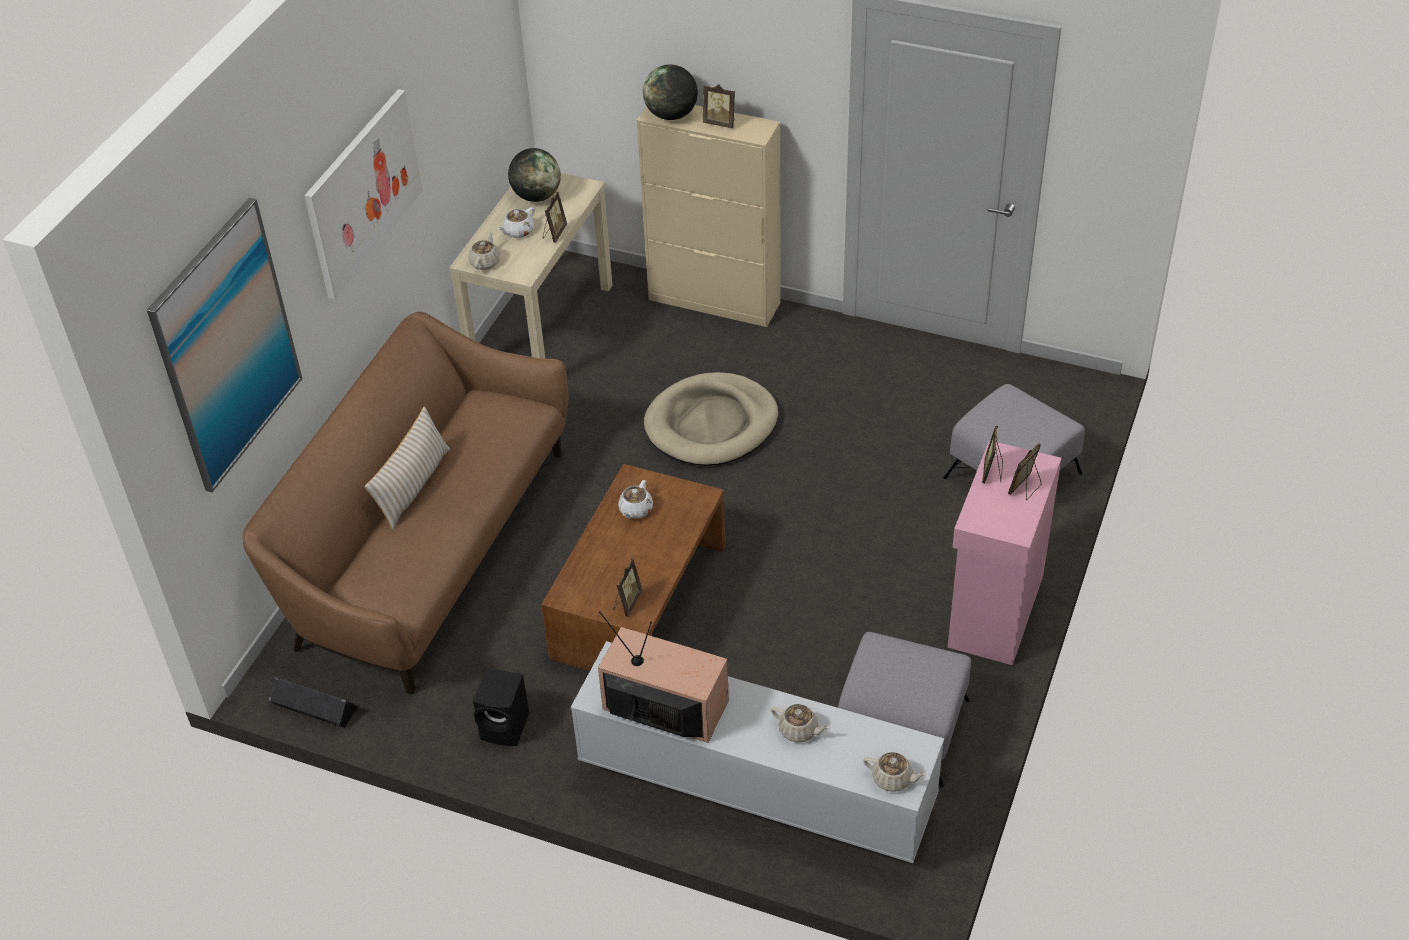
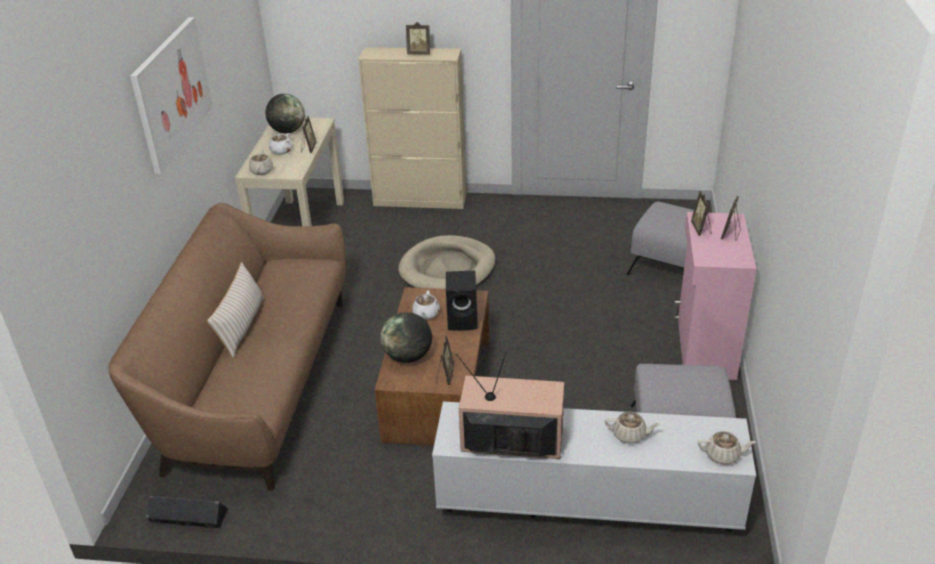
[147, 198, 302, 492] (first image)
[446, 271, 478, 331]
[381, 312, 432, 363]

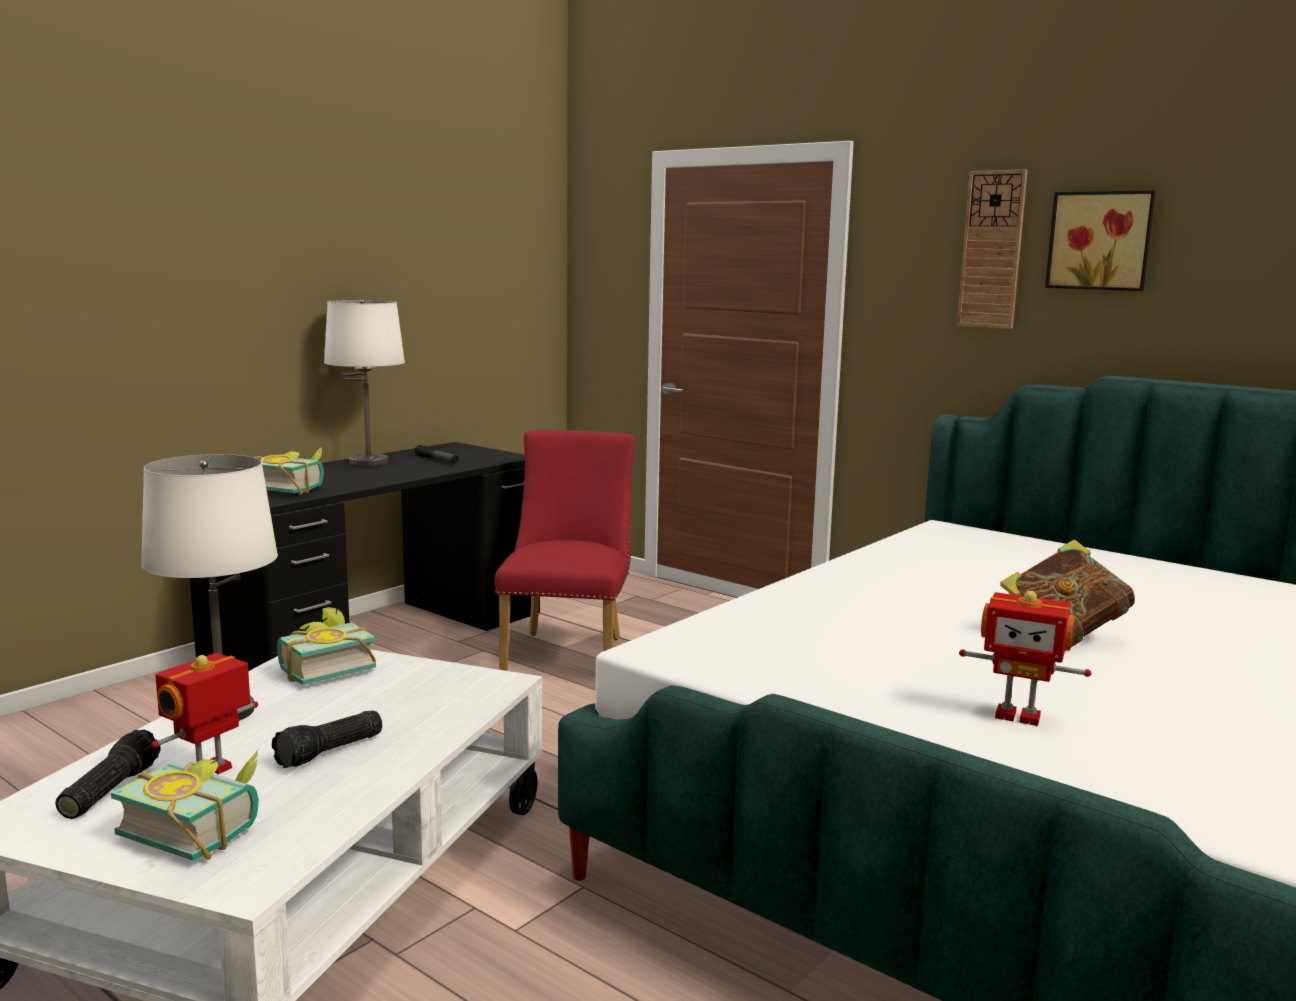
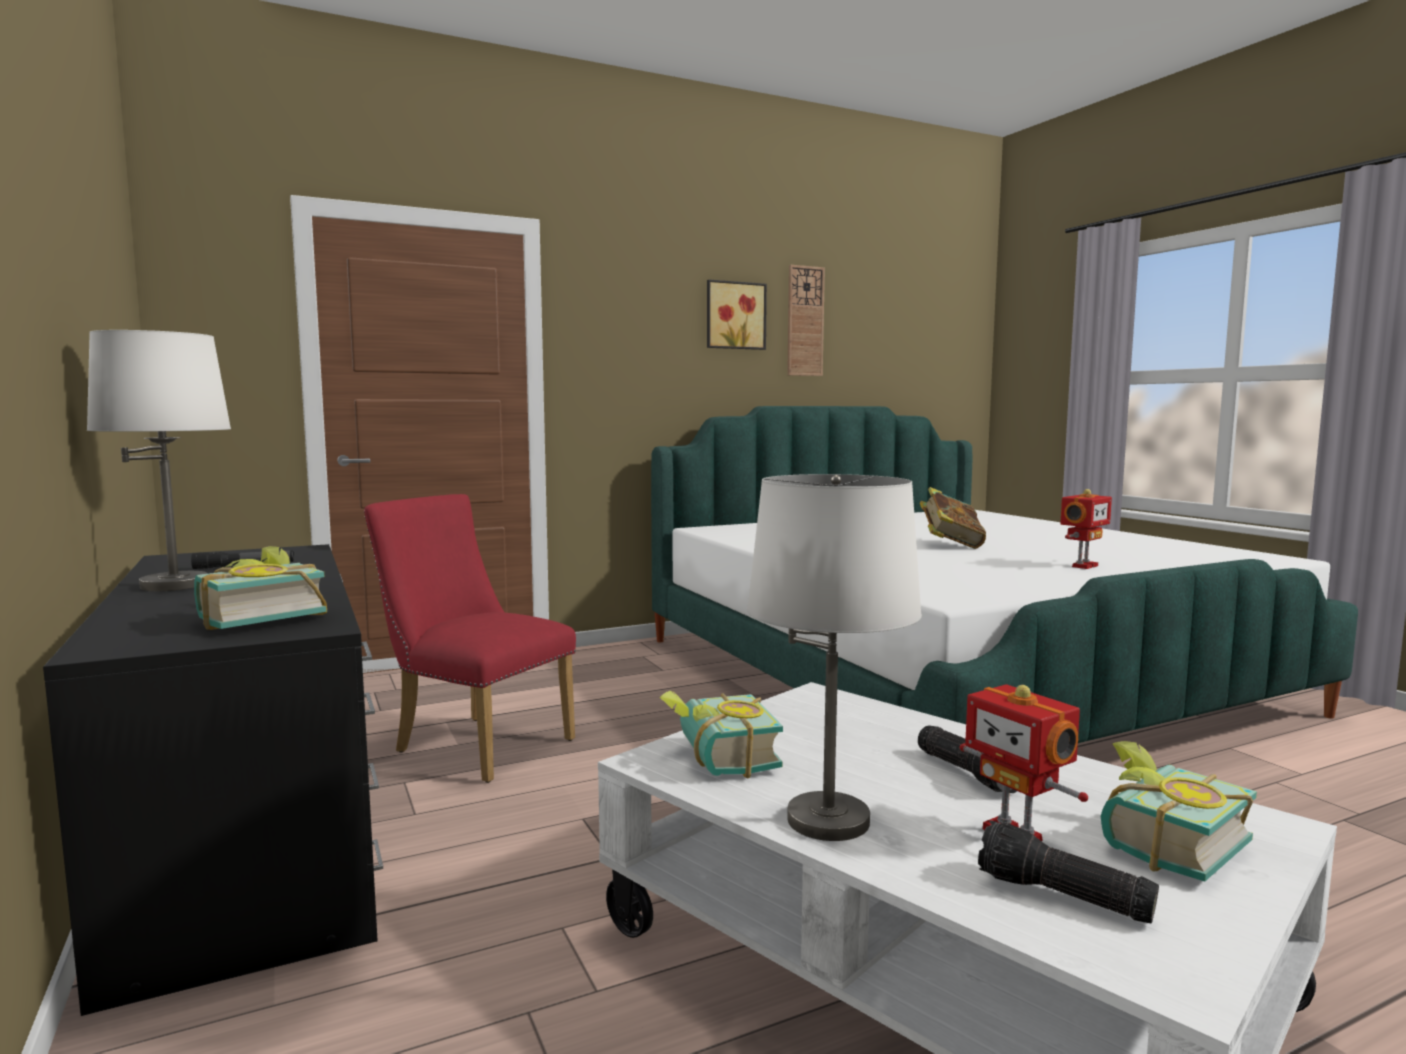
[787, 265, 825, 376]

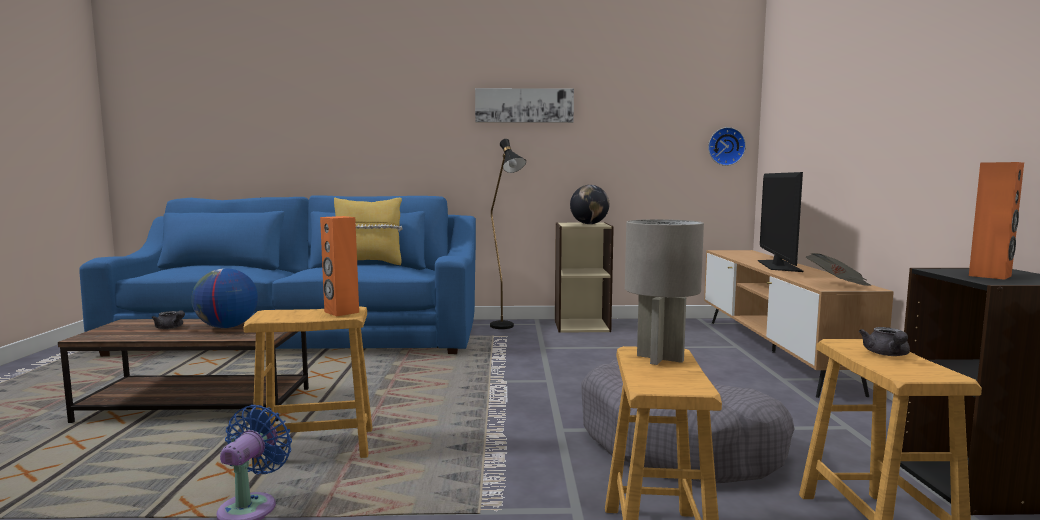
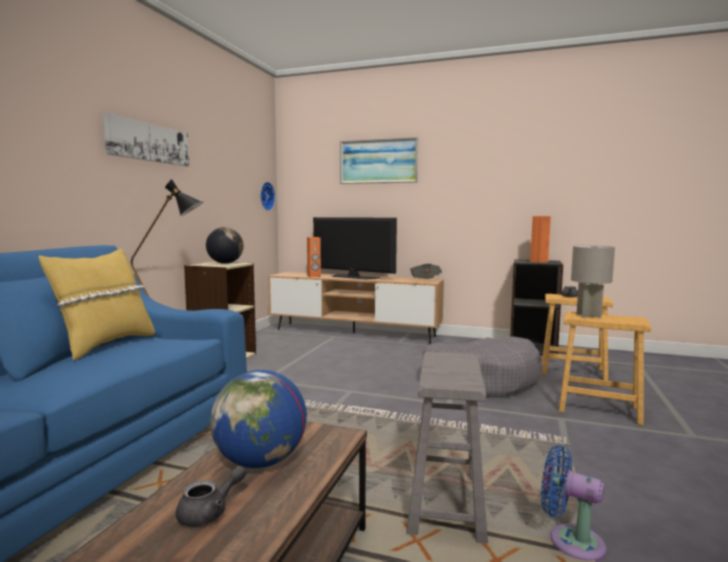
[340, 137, 418, 184]
[307, 237, 321, 277]
[406, 352, 488, 544]

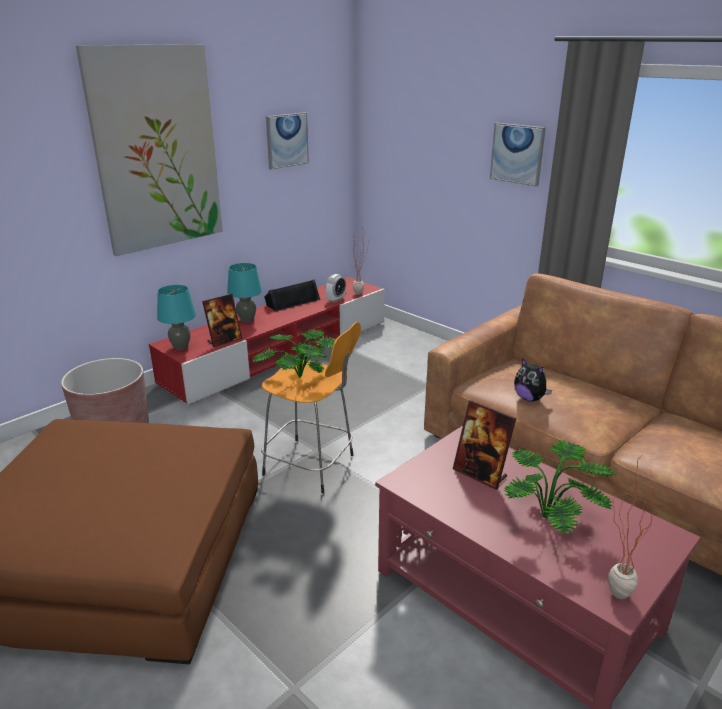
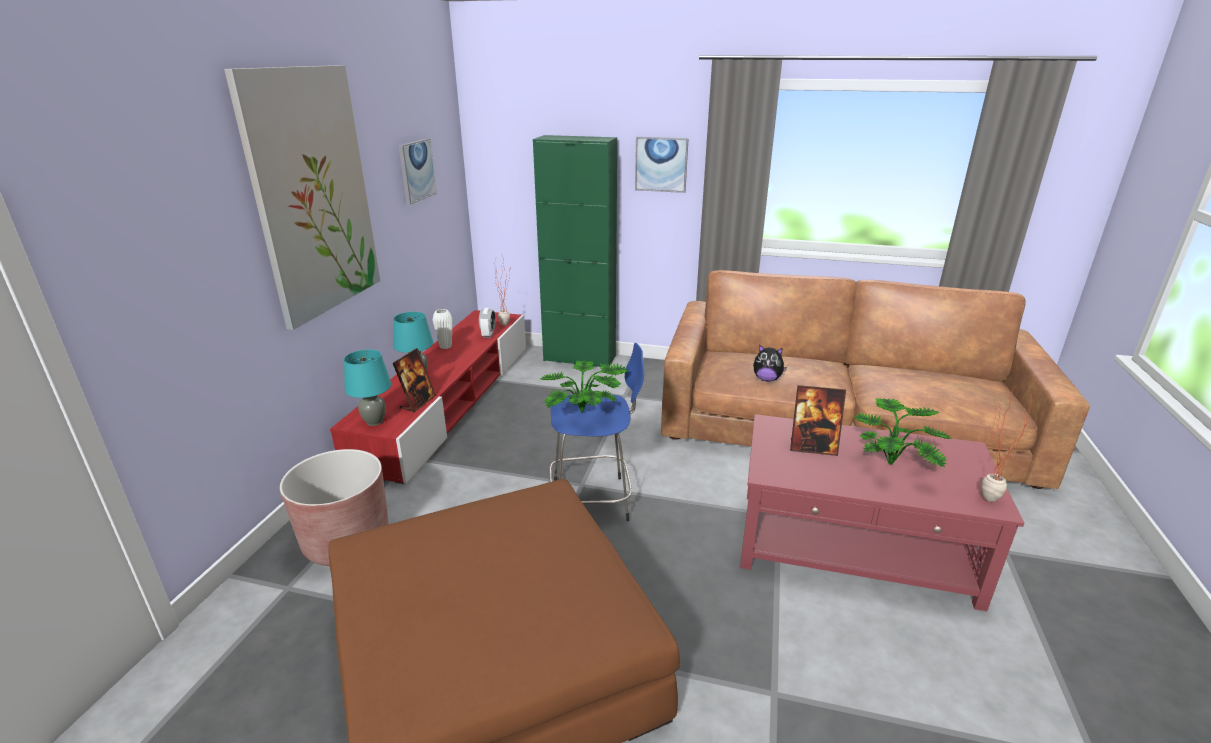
[533, 135, 617, 367]
[433, 309, 453, 349]
[549, 343, 644, 522]

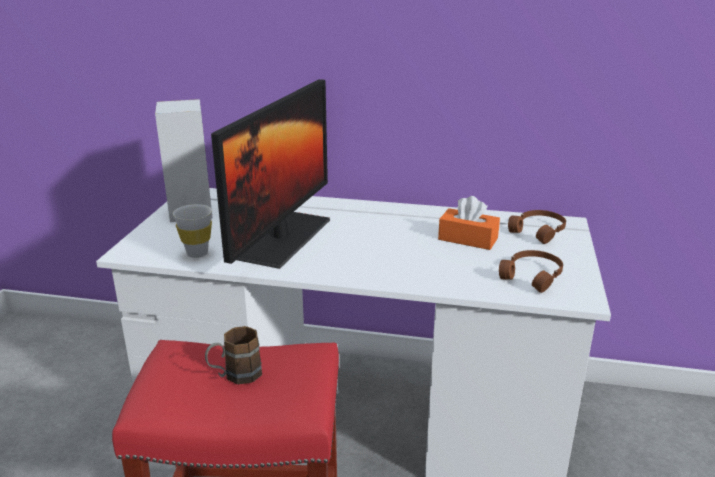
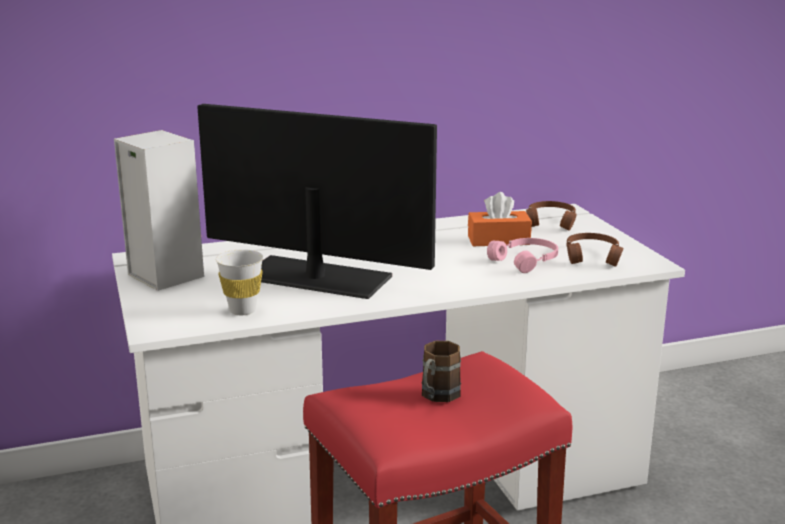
[487, 238, 558, 273]
[197, 104, 437, 299]

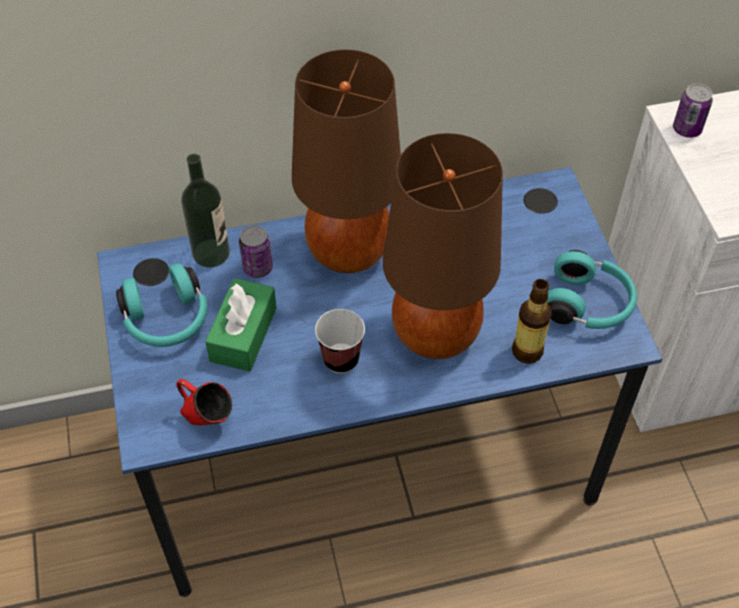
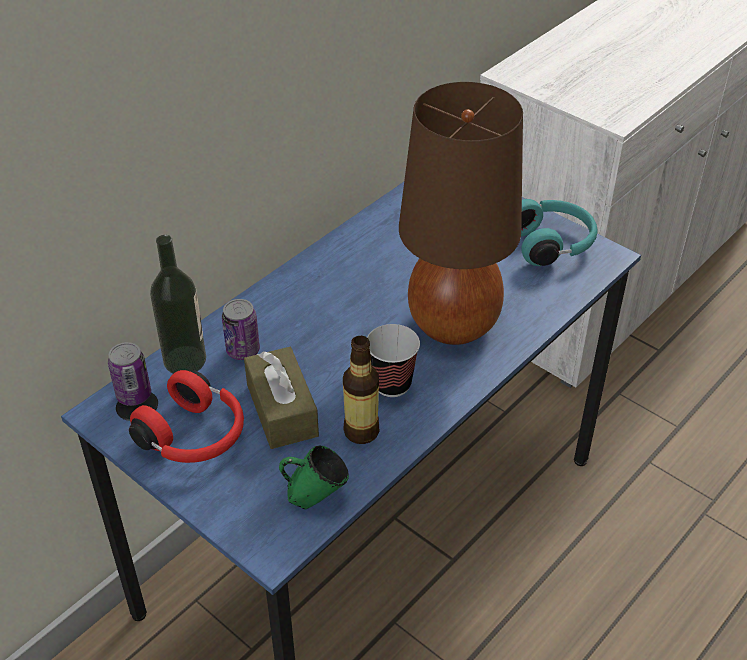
[292, 50, 401, 273] (first image)
[343, 336, 380, 444]
[108, 342, 151, 406]
[129, 370, 244, 463]
[279, 446, 349, 510]
[244, 347, 319, 449]

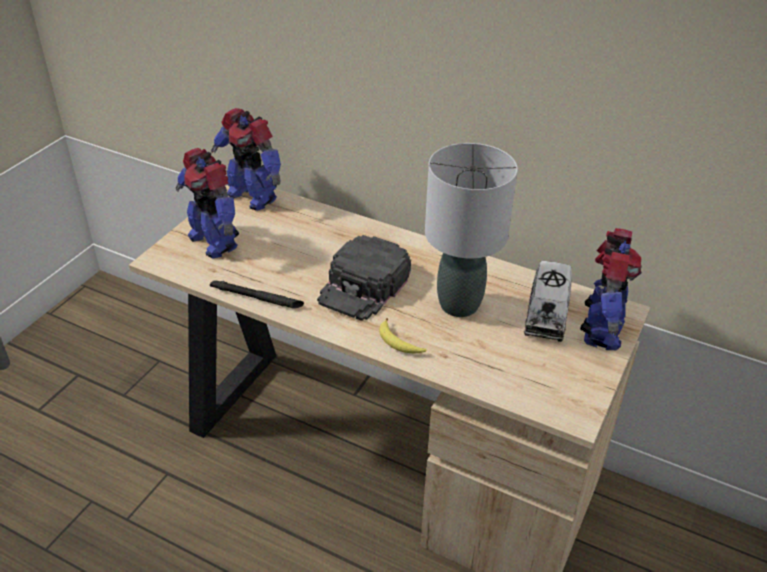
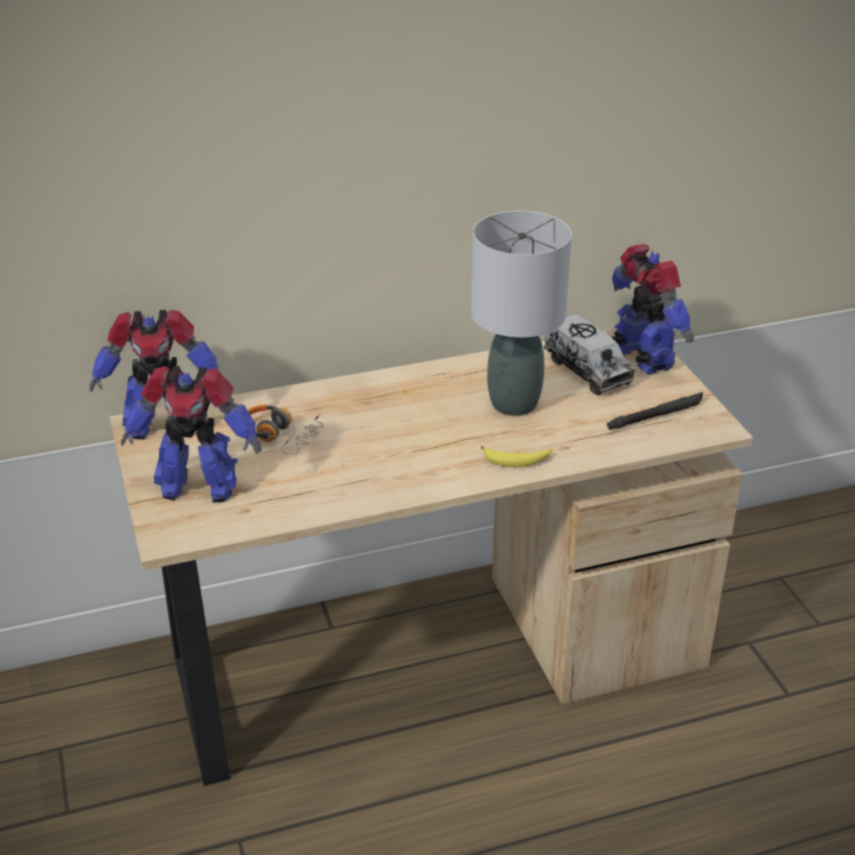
[317, 235, 411, 321] (first image)
[247, 404, 324, 455]
[607, 392, 703, 430]

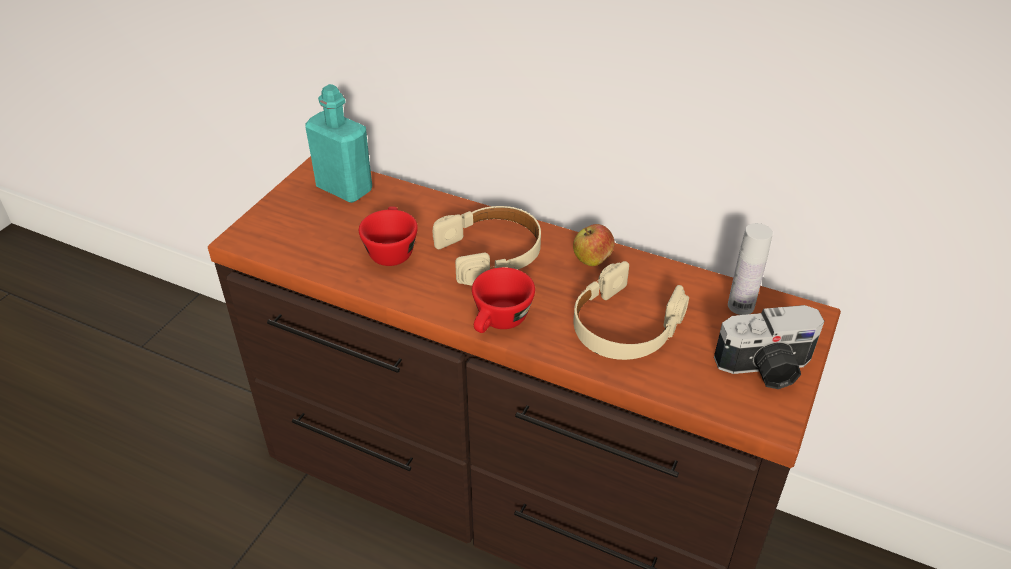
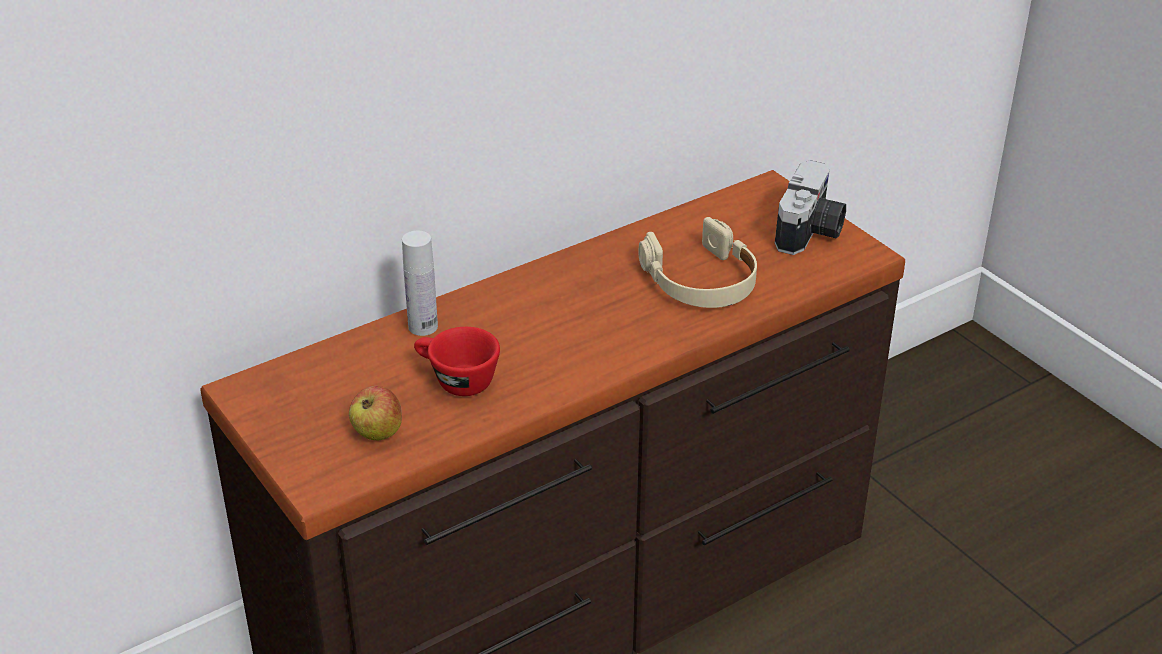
[305, 84, 372, 203] (first image)
[433, 206, 541, 286] (first image)
[472, 267, 535, 333] (first image)
[349, 386, 402, 441]
[402, 231, 438, 336]

